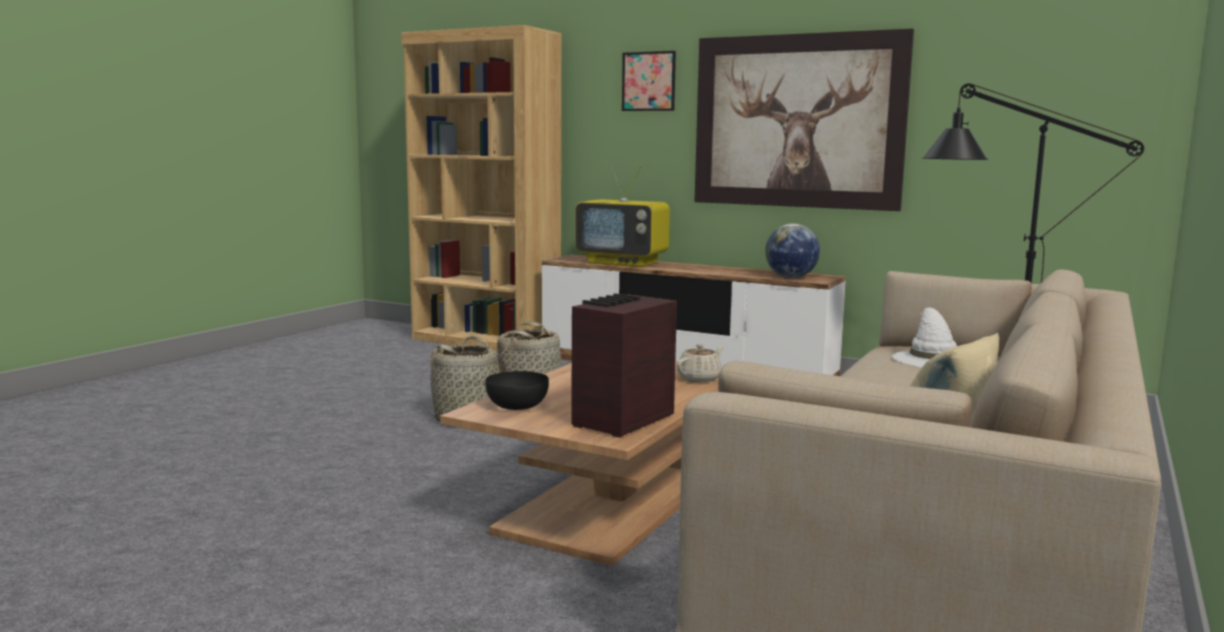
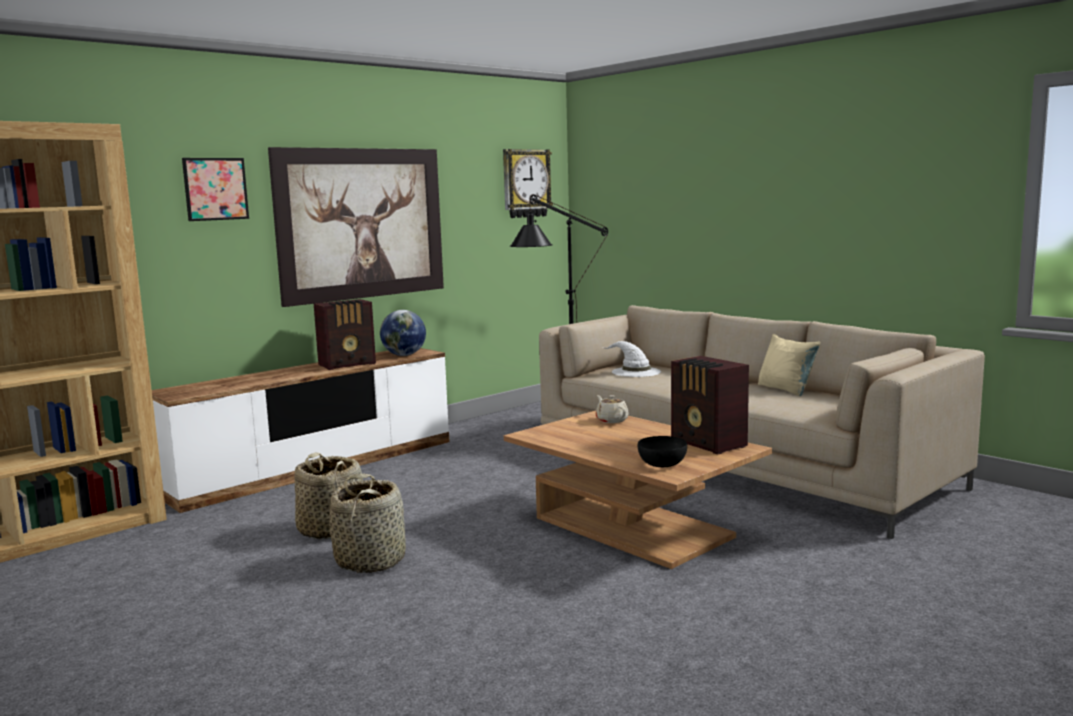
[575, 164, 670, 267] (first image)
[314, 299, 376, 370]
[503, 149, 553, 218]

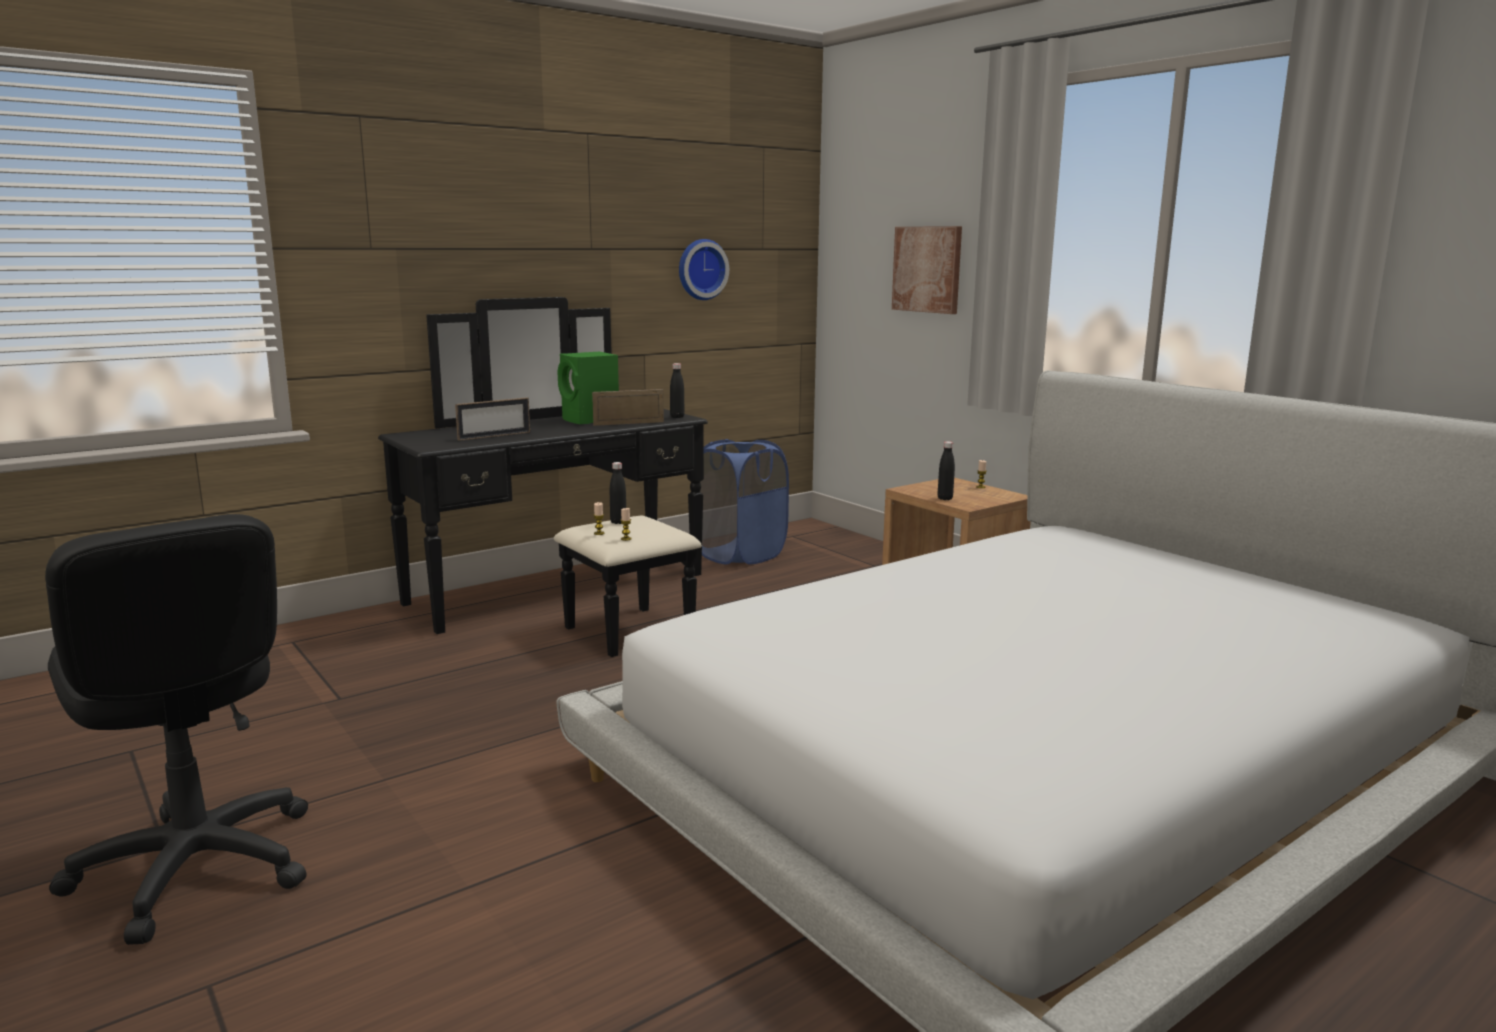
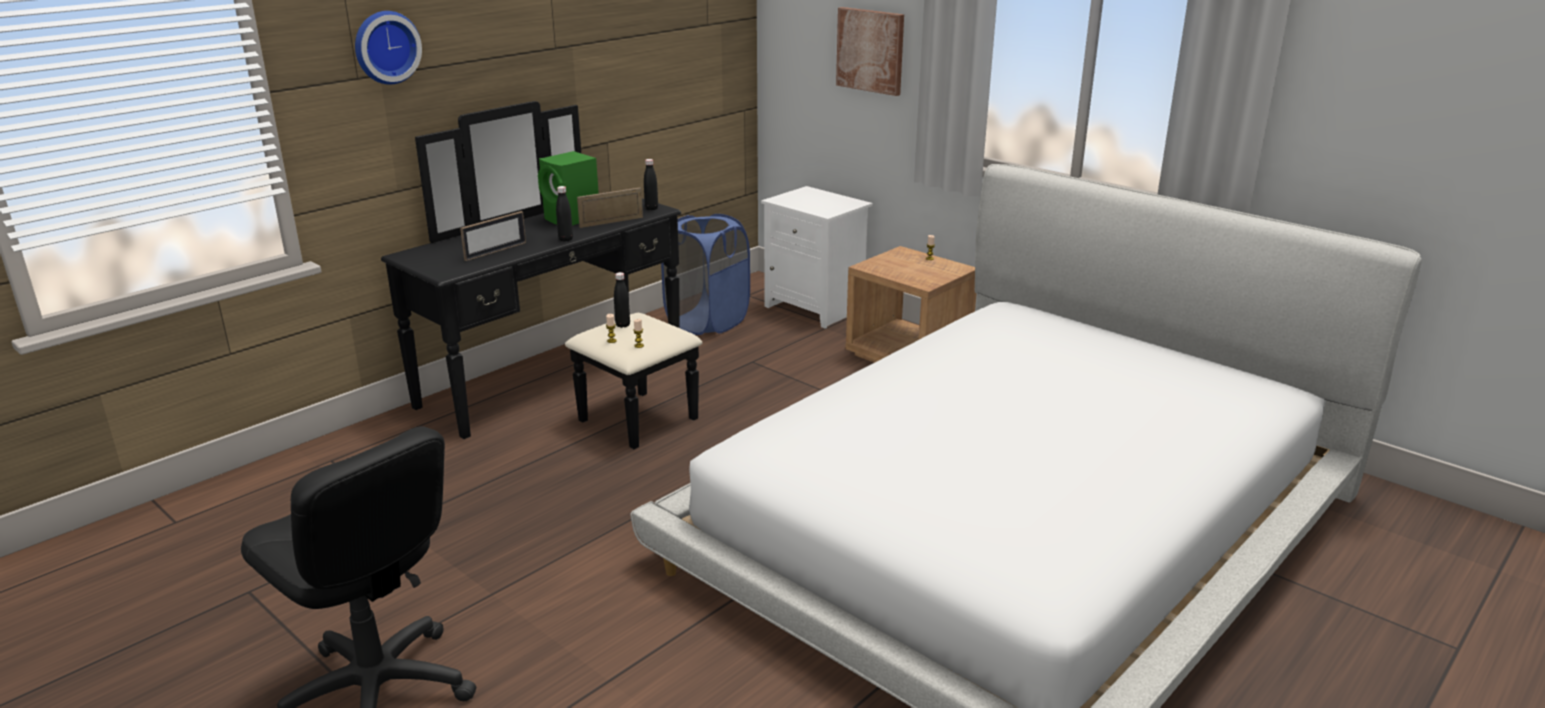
[761, 186, 873, 329]
[355, 11, 422, 84]
[556, 186, 573, 242]

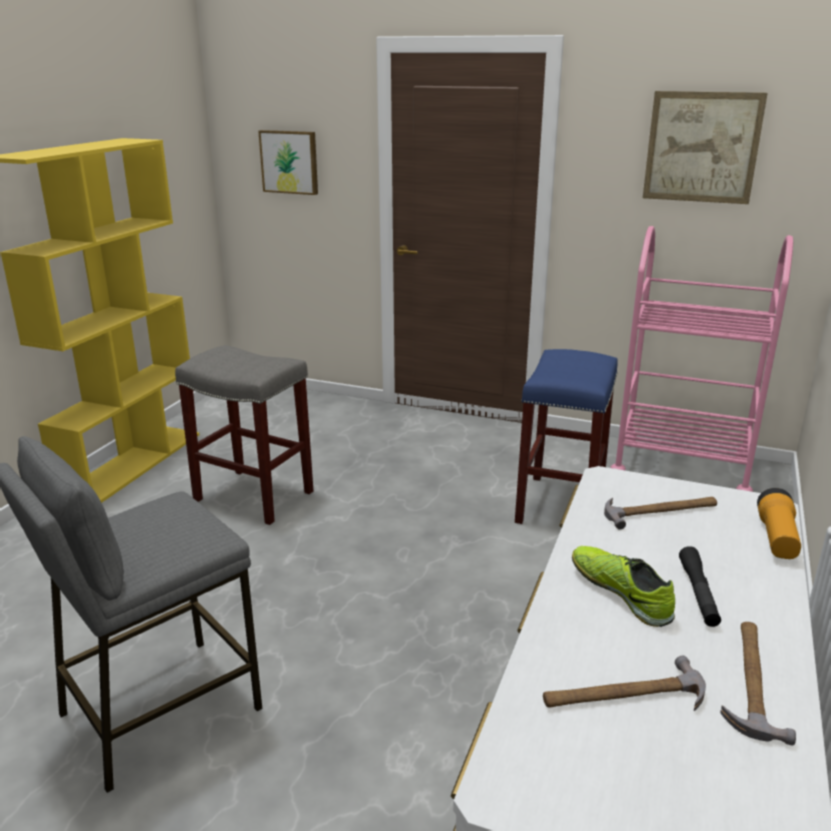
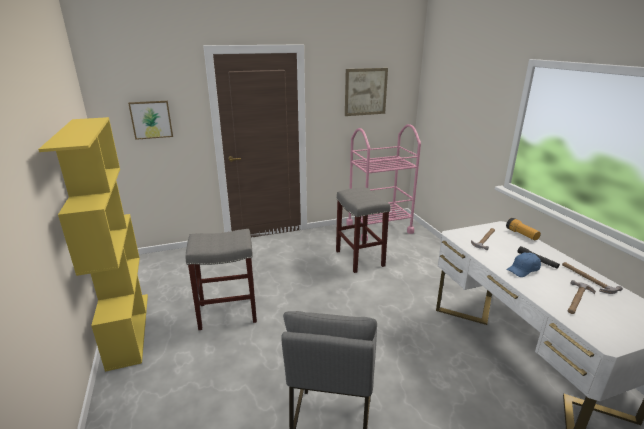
[506, 252, 541, 277]
[336, 188, 390, 273]

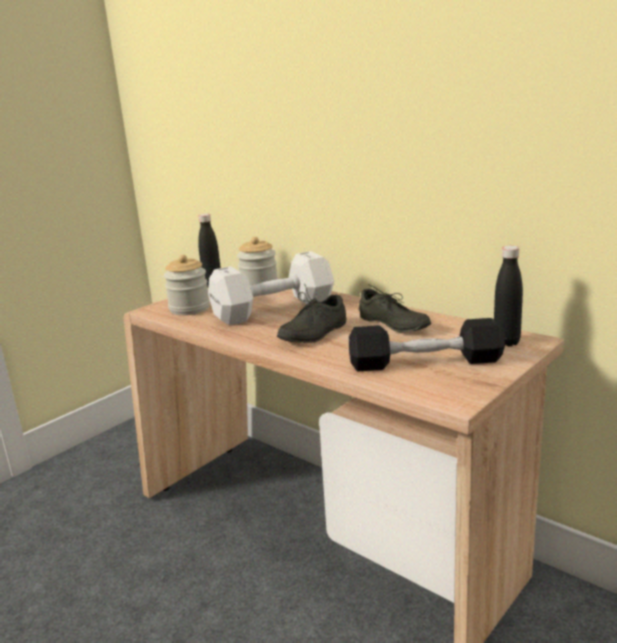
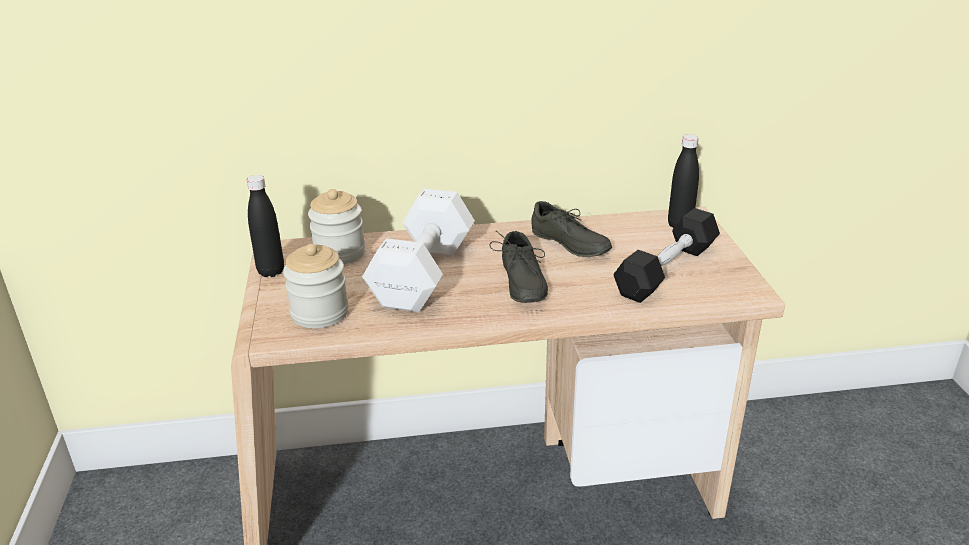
[532, 201, 612, 257]

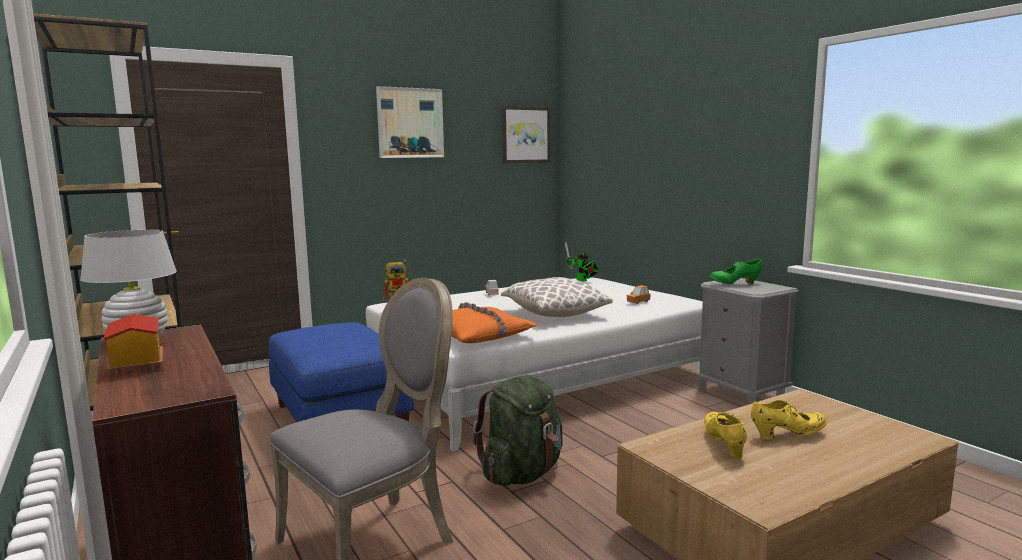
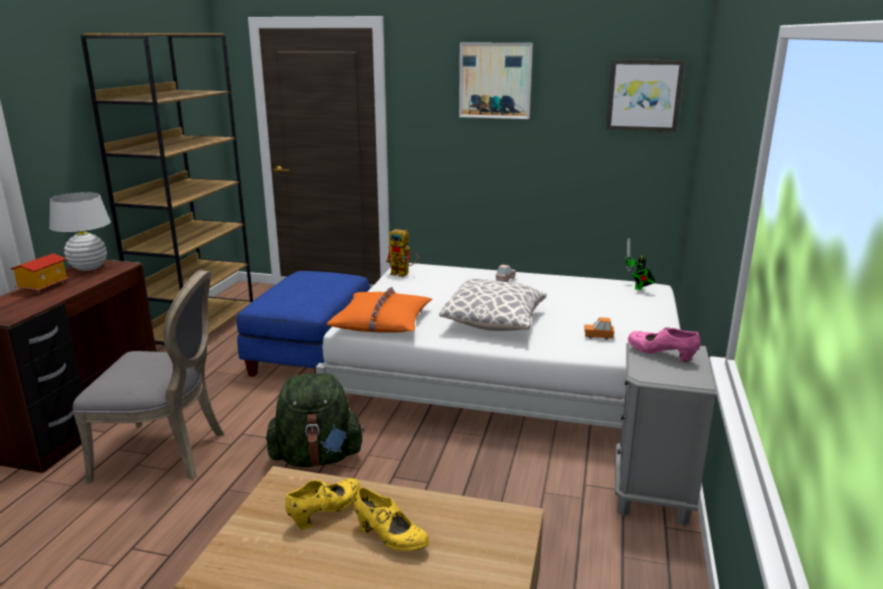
[628, 327, 700, 362]

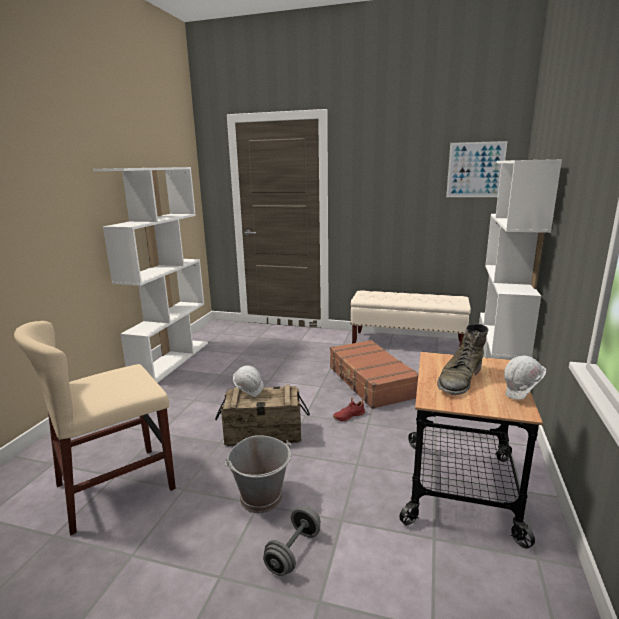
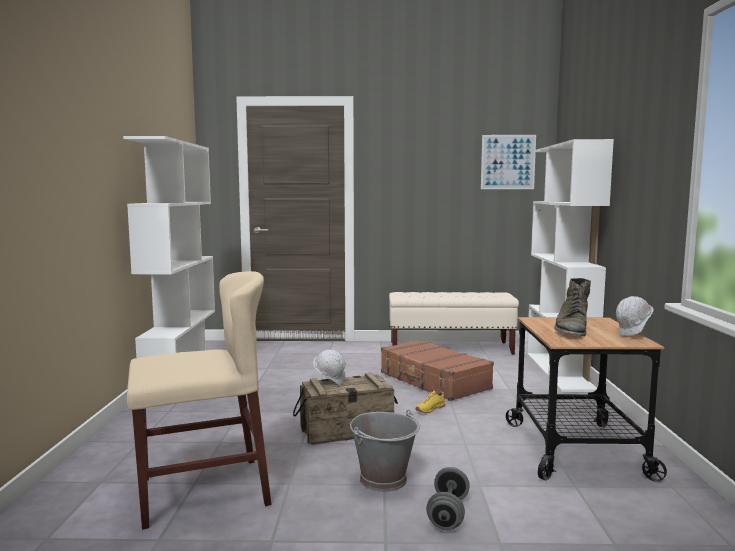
[416, 387, 445, 413]
[127, 271, 272, 529]

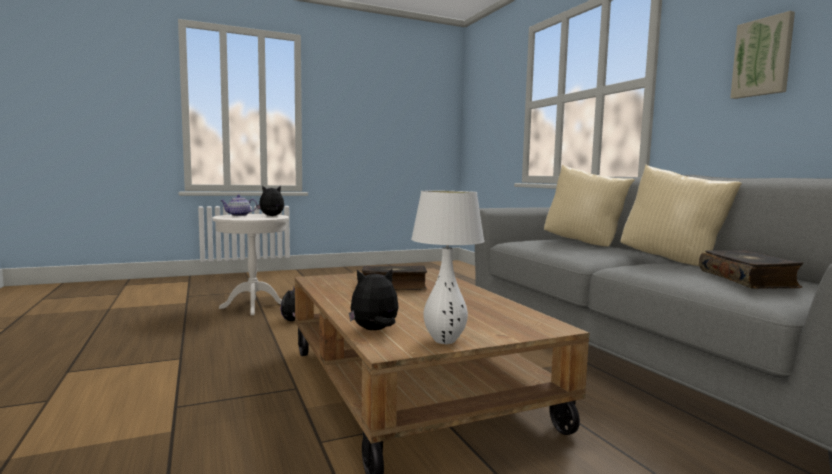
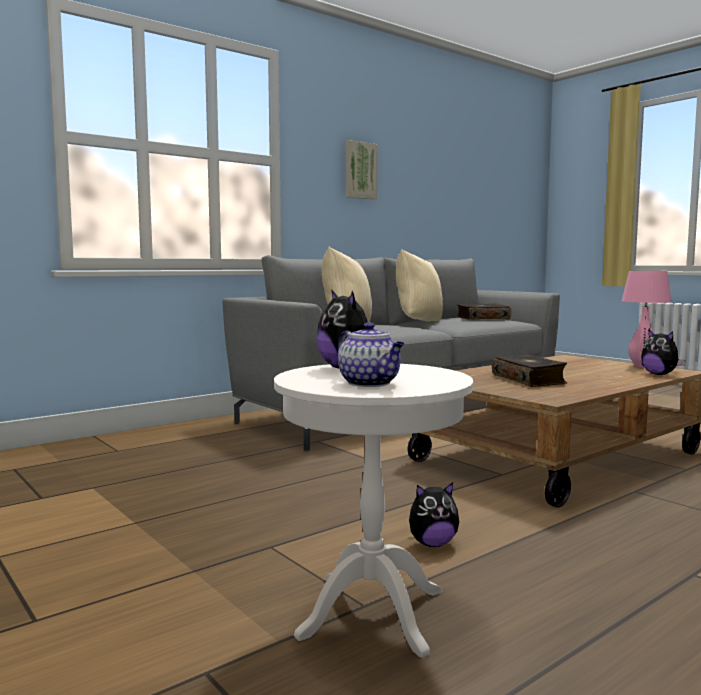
[622, 271, 672, 368]

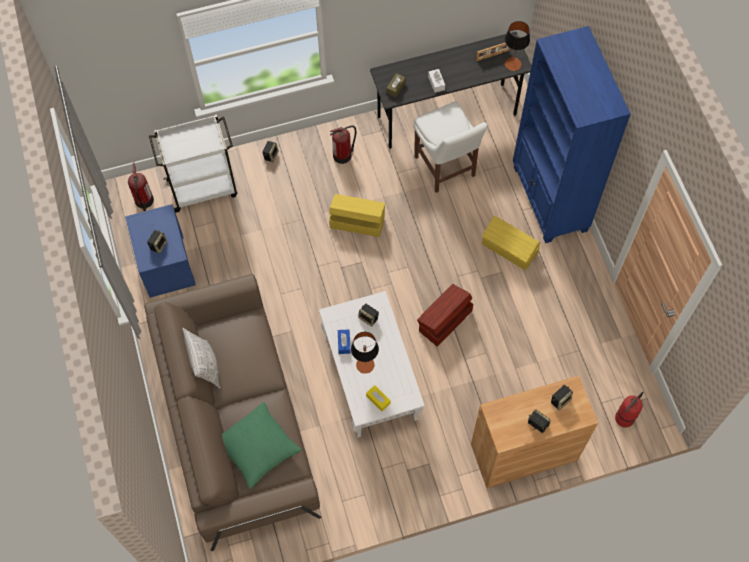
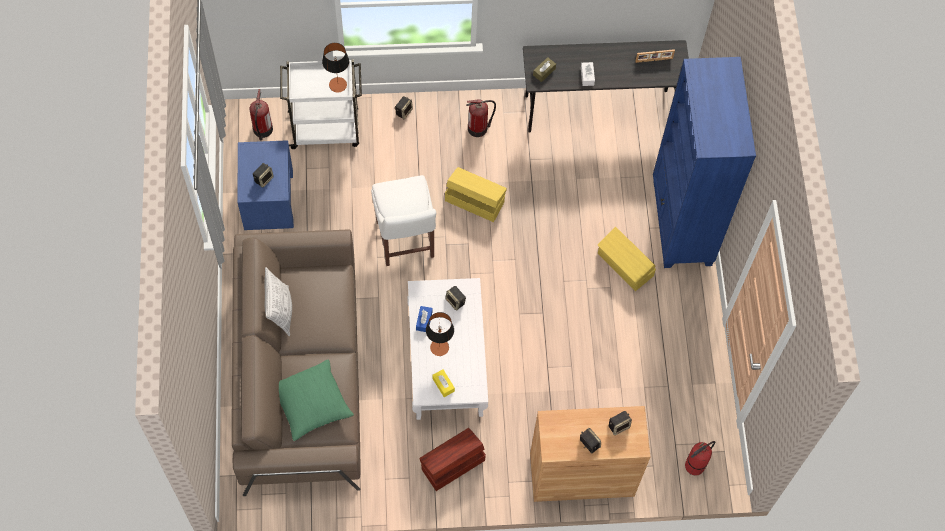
[371, 175, 436, 266]
[419, 428, 486, 491]
[322, 43, 349, 93]

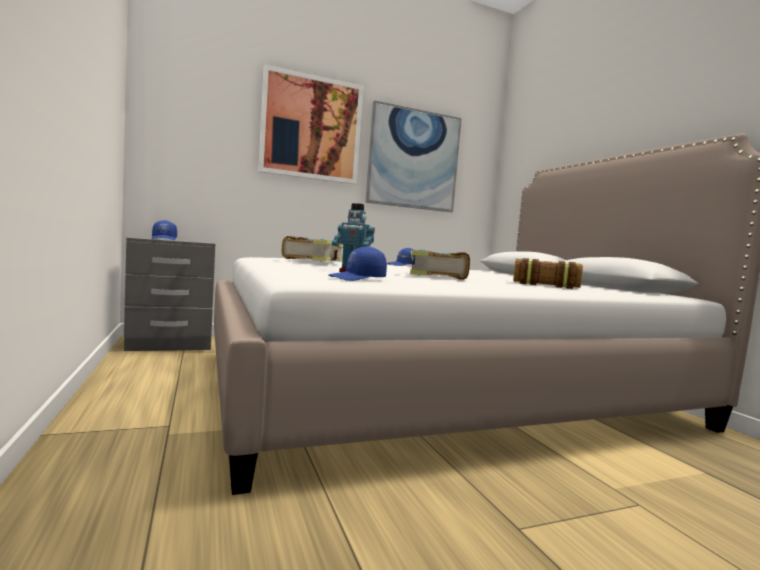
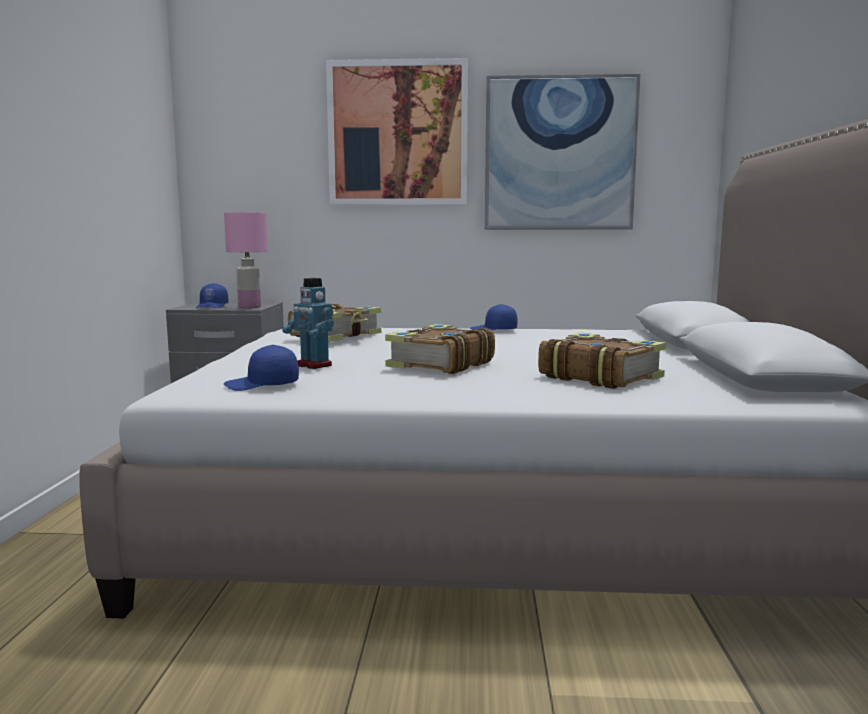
[224, 212, 268, 308]

